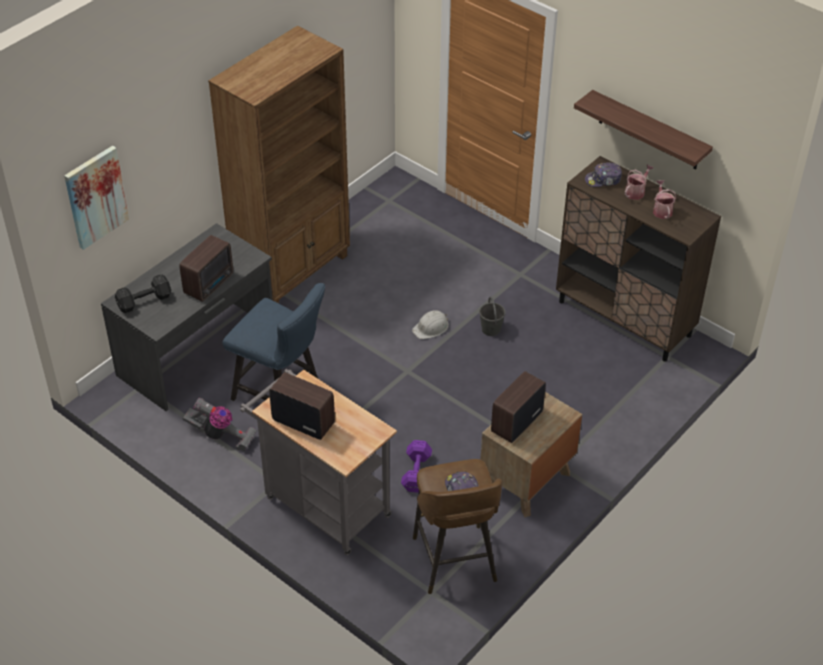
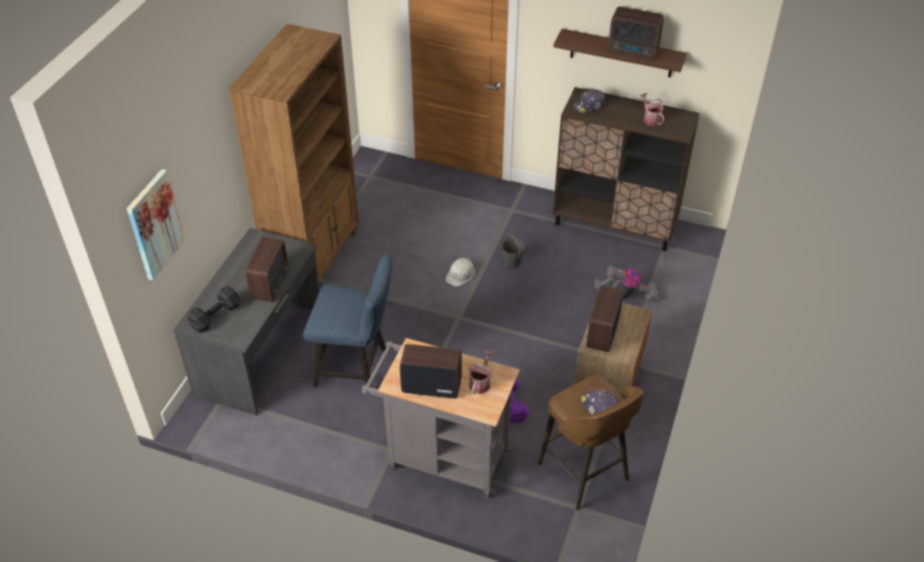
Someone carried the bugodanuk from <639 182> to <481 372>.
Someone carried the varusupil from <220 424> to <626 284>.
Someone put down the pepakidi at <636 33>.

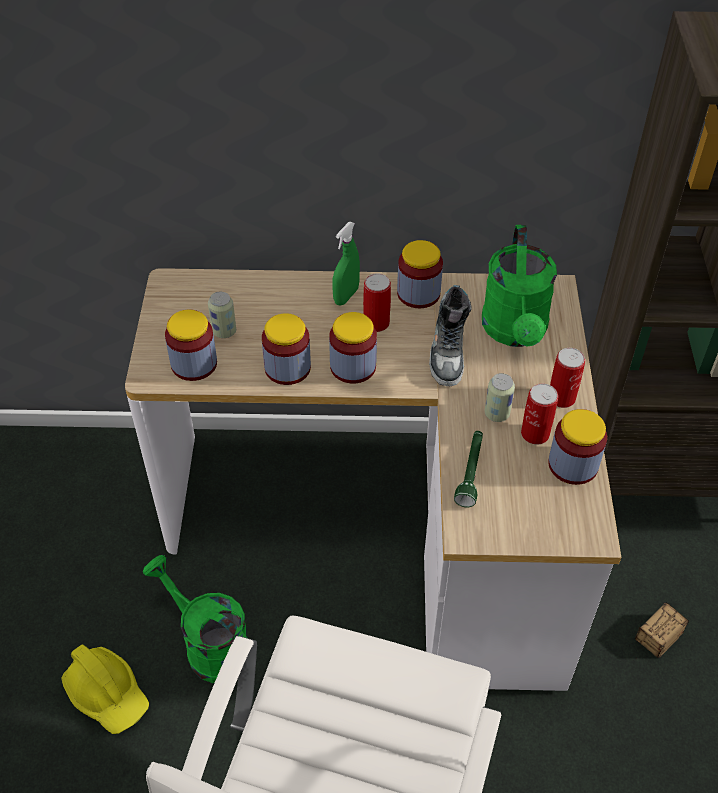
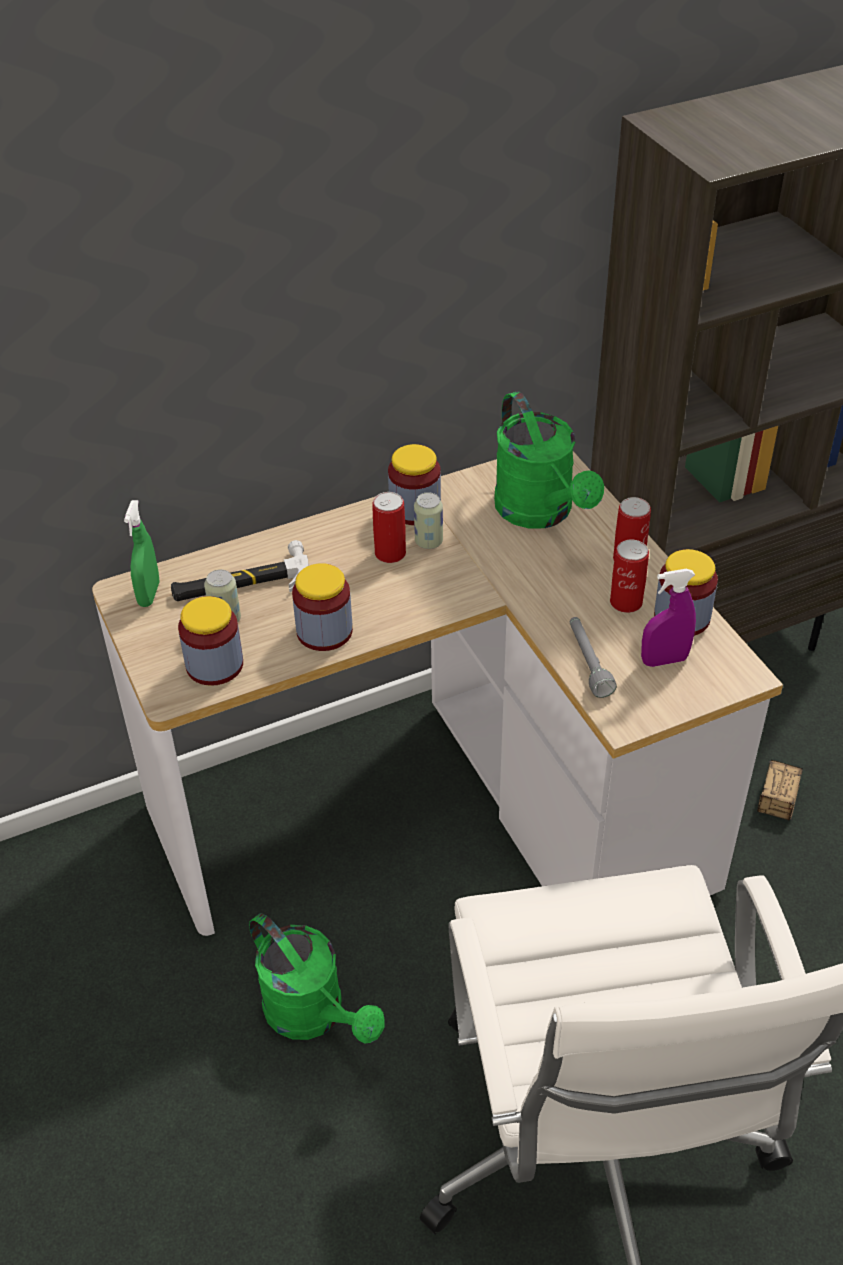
Someone carried the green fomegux from <346 264> to <141 553>.
Someone took away the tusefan at <450 335>.
Someone took away the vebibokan at <353 347>.
Someone carried the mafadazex from <500 397> to <428 520>.
Someone repainted the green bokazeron at <468 469>, which became the grey bokazeron at <593 657>.
Someone rotated the green bugodanuk at <195 619> by 150 degrees counterclockwise.
Someone took away the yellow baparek at <105 689>.
Someone put down the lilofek at <240 570>.
Someone put down the purple fomegux at <668 618>.

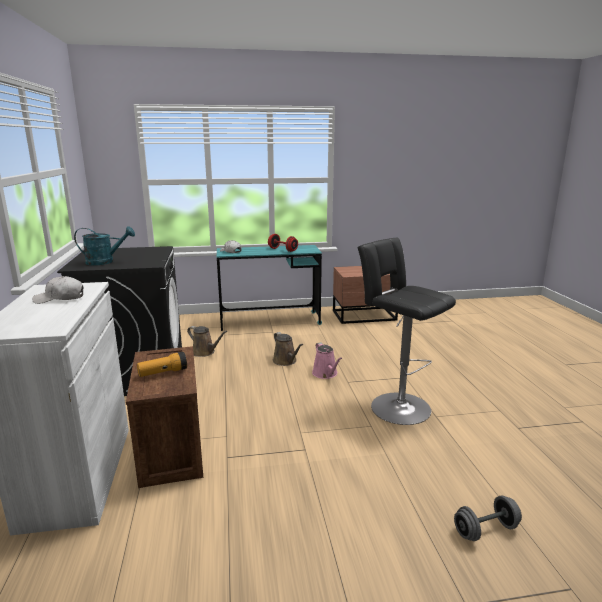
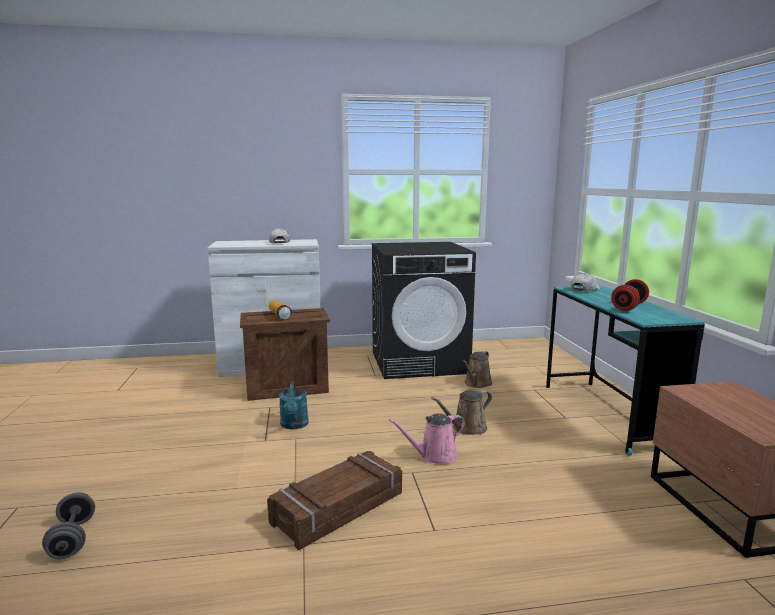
Someone carried the turquoise bugodanuk from <104 245> to <294 405>.
Someone swapped the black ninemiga at <406 331> for the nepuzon at <334 500>.

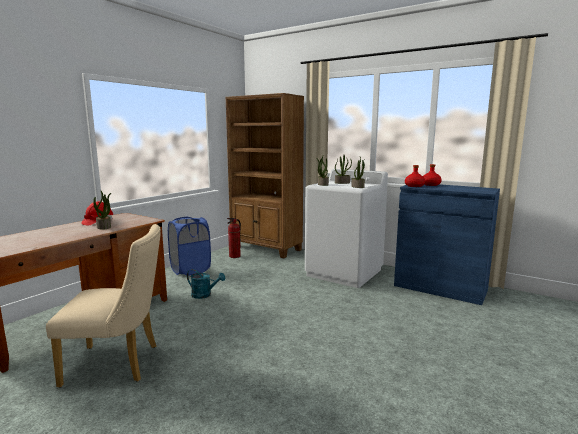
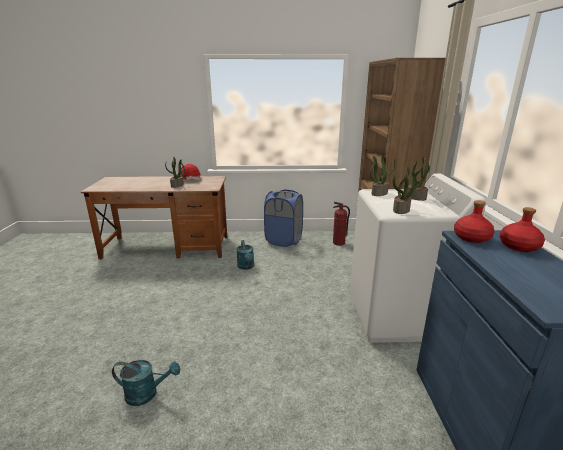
Someone took away the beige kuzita at <103 306>.
Someone put down the turquoise bugodanuk at <146 383>.

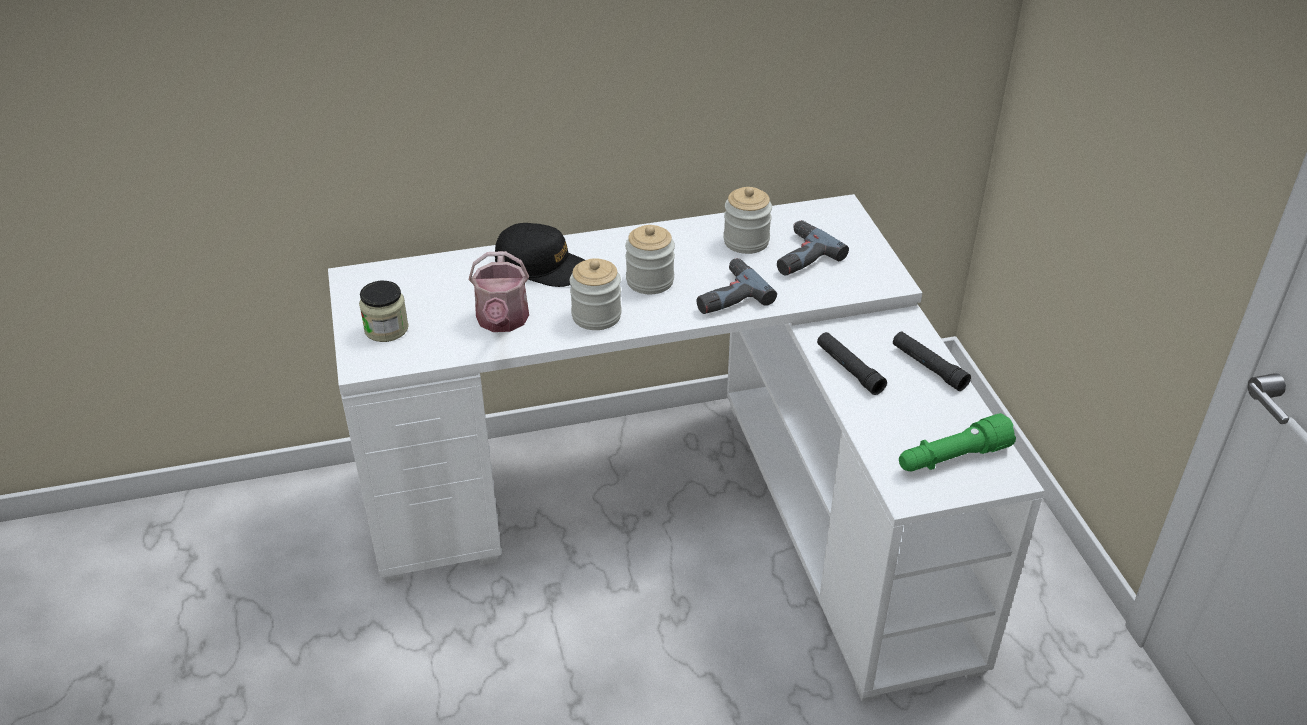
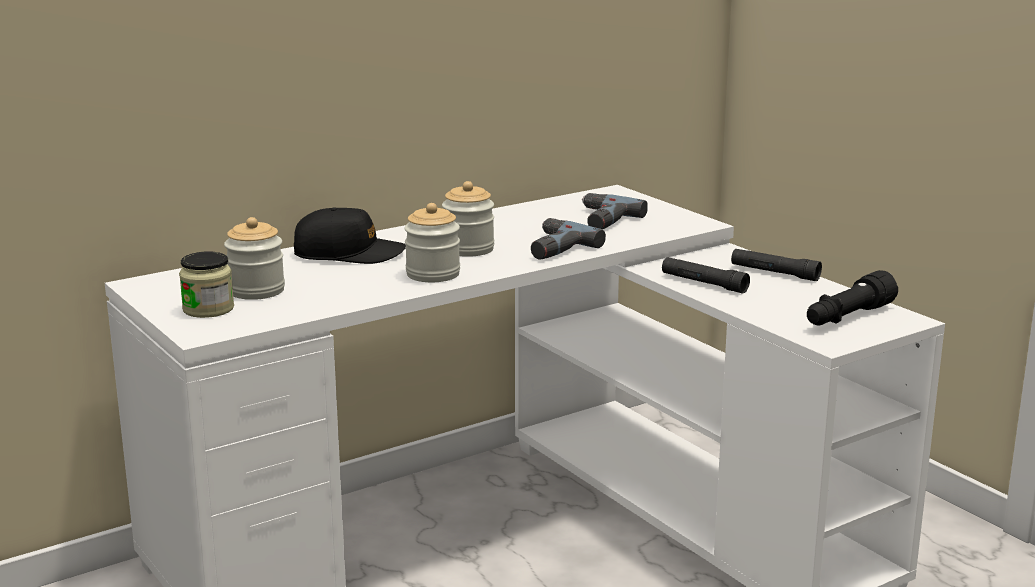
Someone carried the vebibokan from <747 220> to <254 258>.
Someone took away the bugodanuk at <499 291>.
Someone repainted the green bokazeron at <957 442>, which became the black bokazeron at <852 298>.

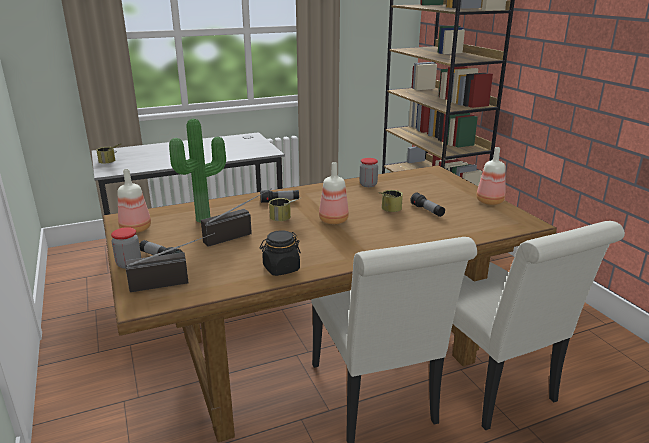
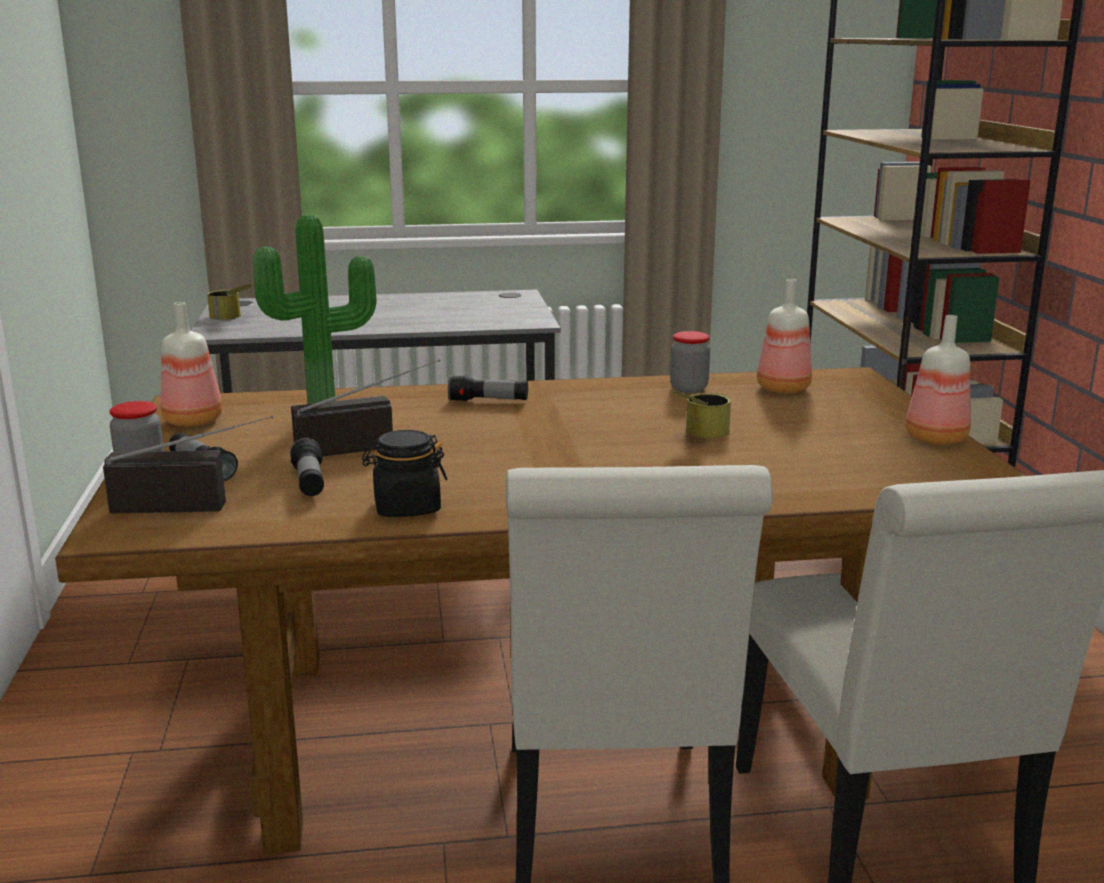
Someone carried the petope from <334 193> to <784 336>.
Someone carried the bokazeron from <427 205> to <307 467>.
Someone took away the mafadazex at <284 209>.

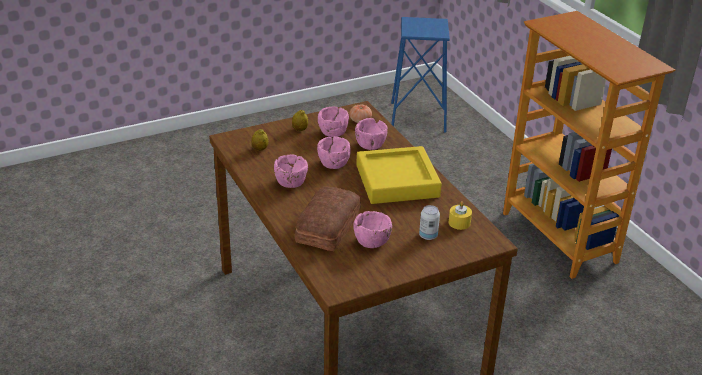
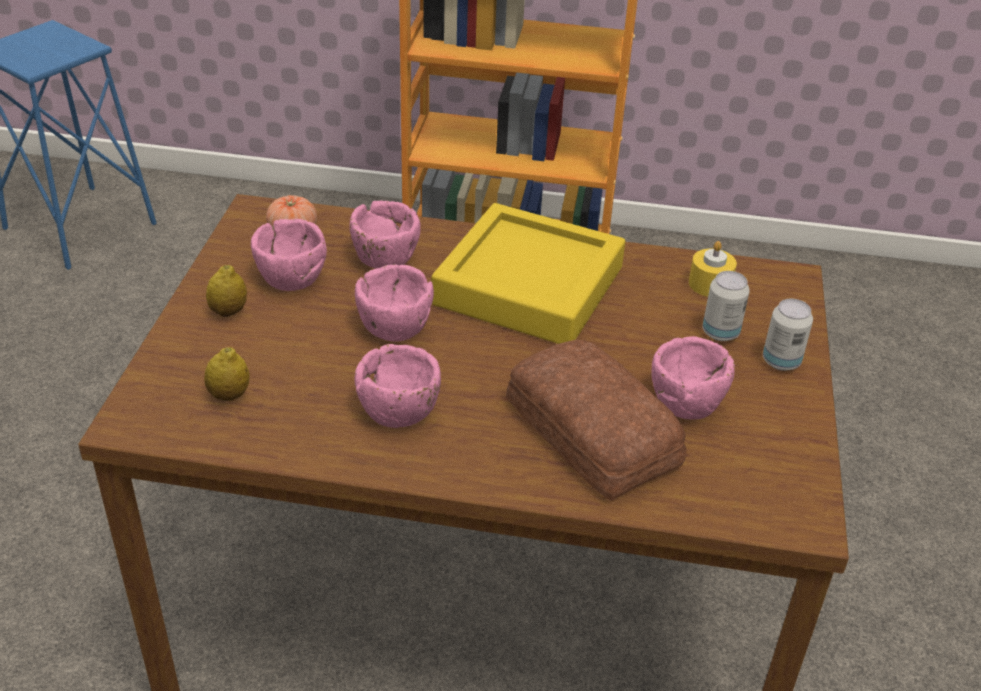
Someone put down the mafadazex at <788 335>.

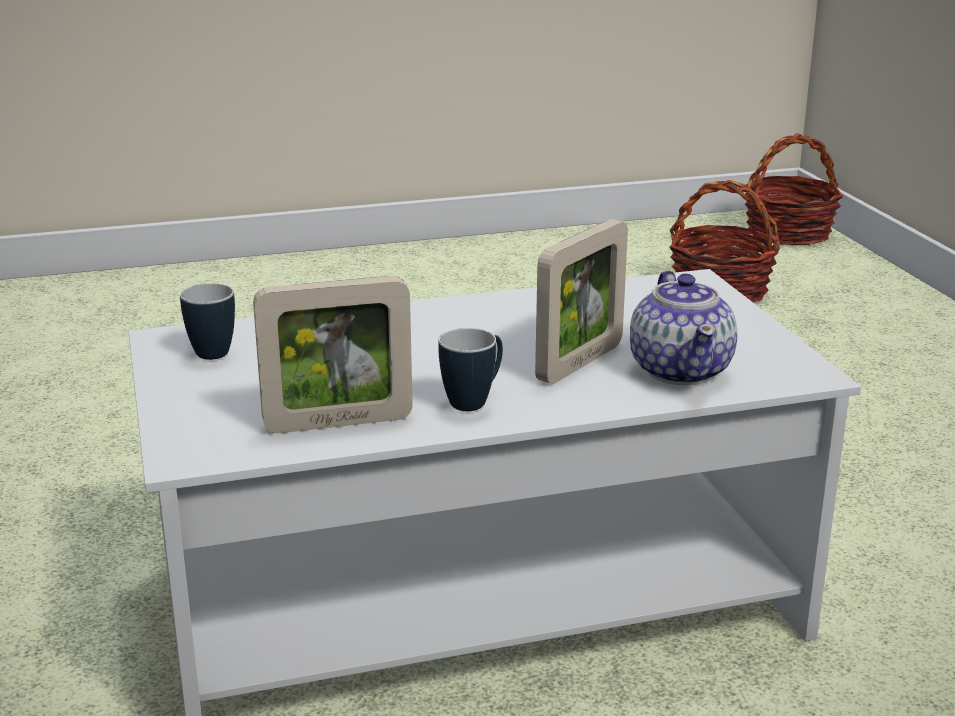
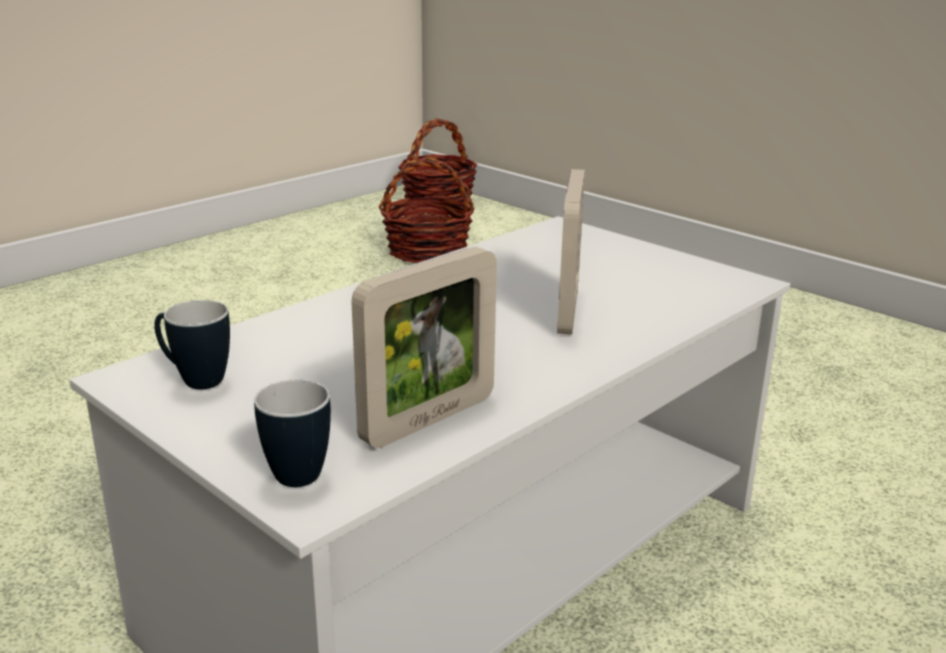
Someone took away the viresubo at <683 328>.
Someone carried the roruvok from <470 369> to <292 433>.

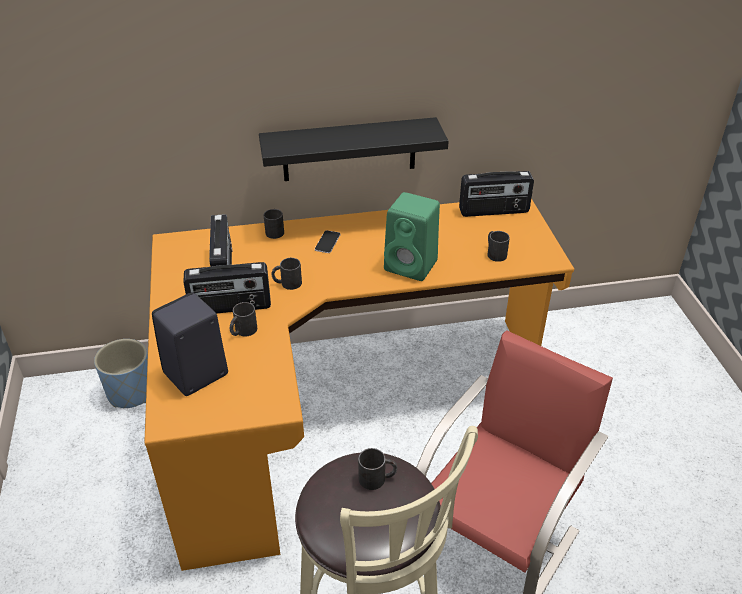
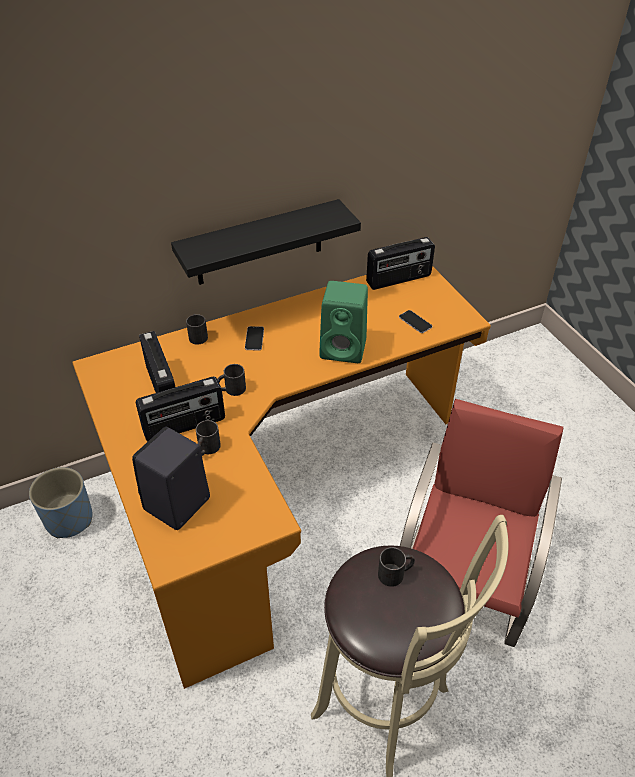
Someone swapped the black roruvok at <498 246> for the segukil at <415 321>.

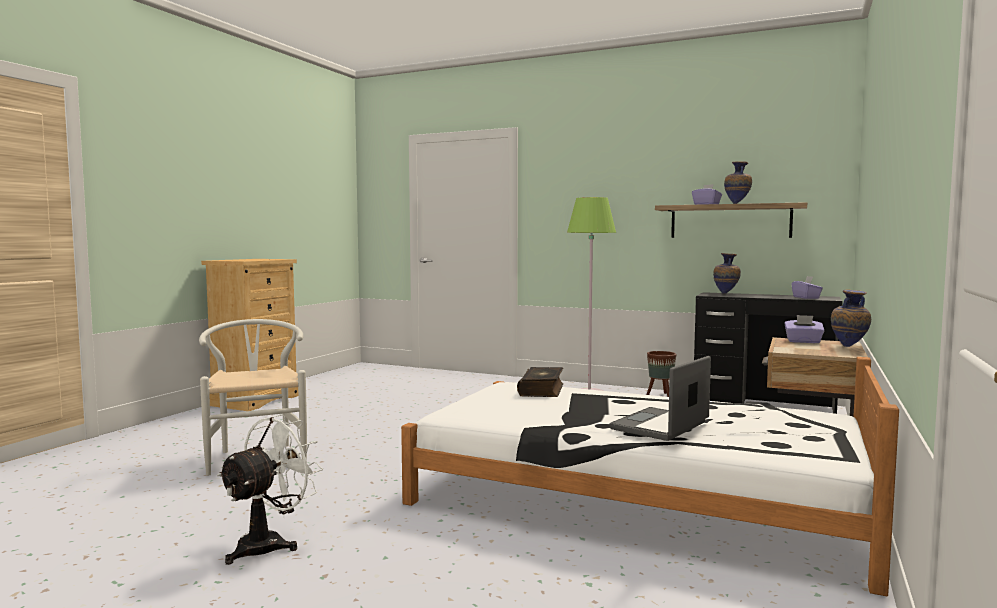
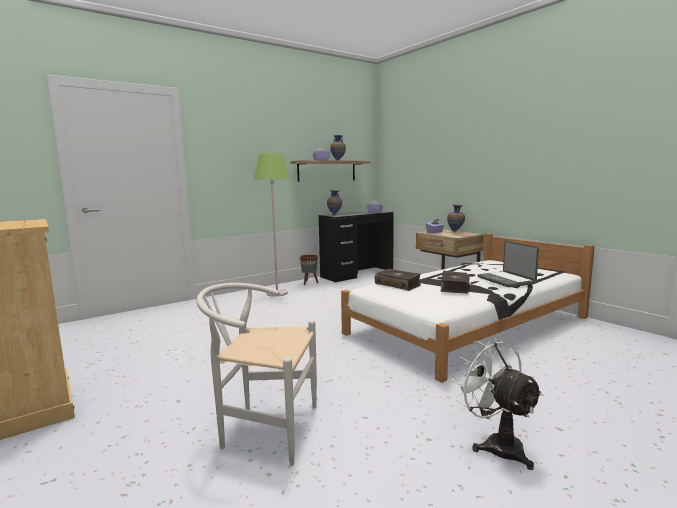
Someone put down the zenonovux at <455 282>.

